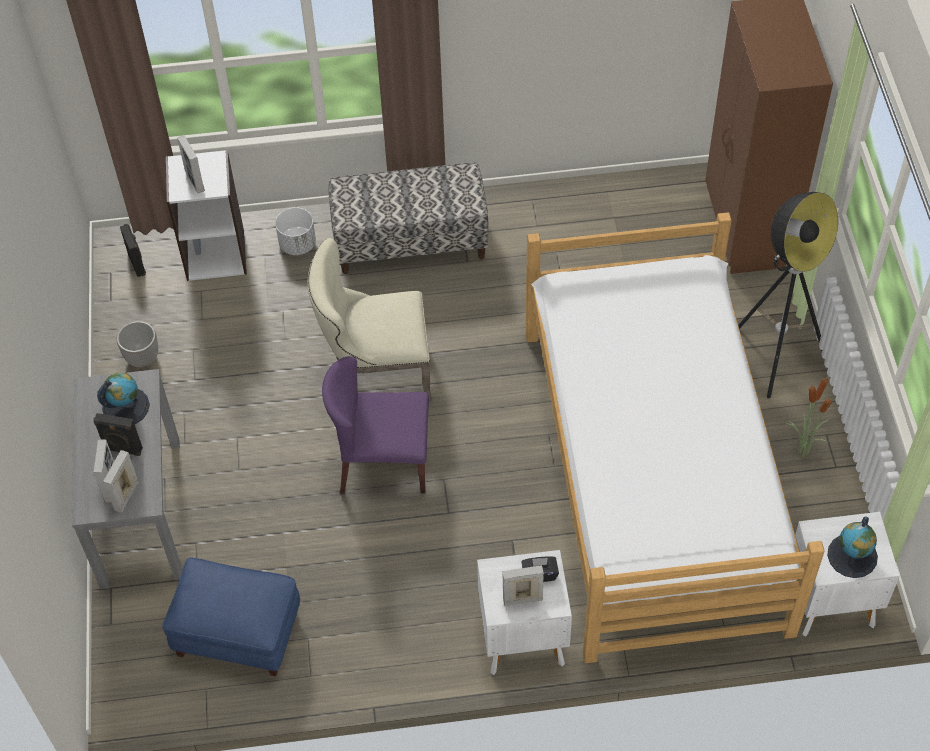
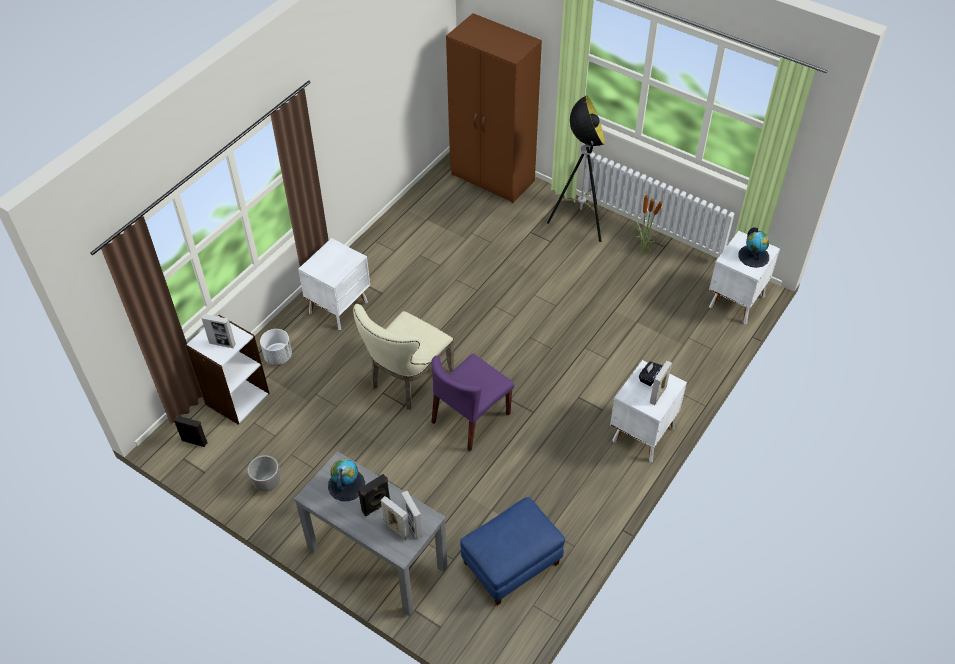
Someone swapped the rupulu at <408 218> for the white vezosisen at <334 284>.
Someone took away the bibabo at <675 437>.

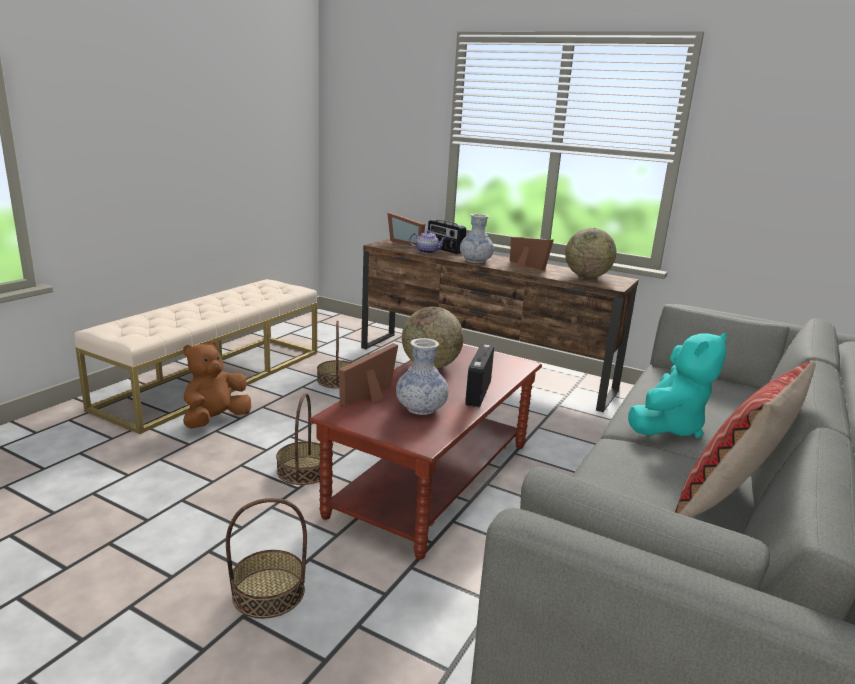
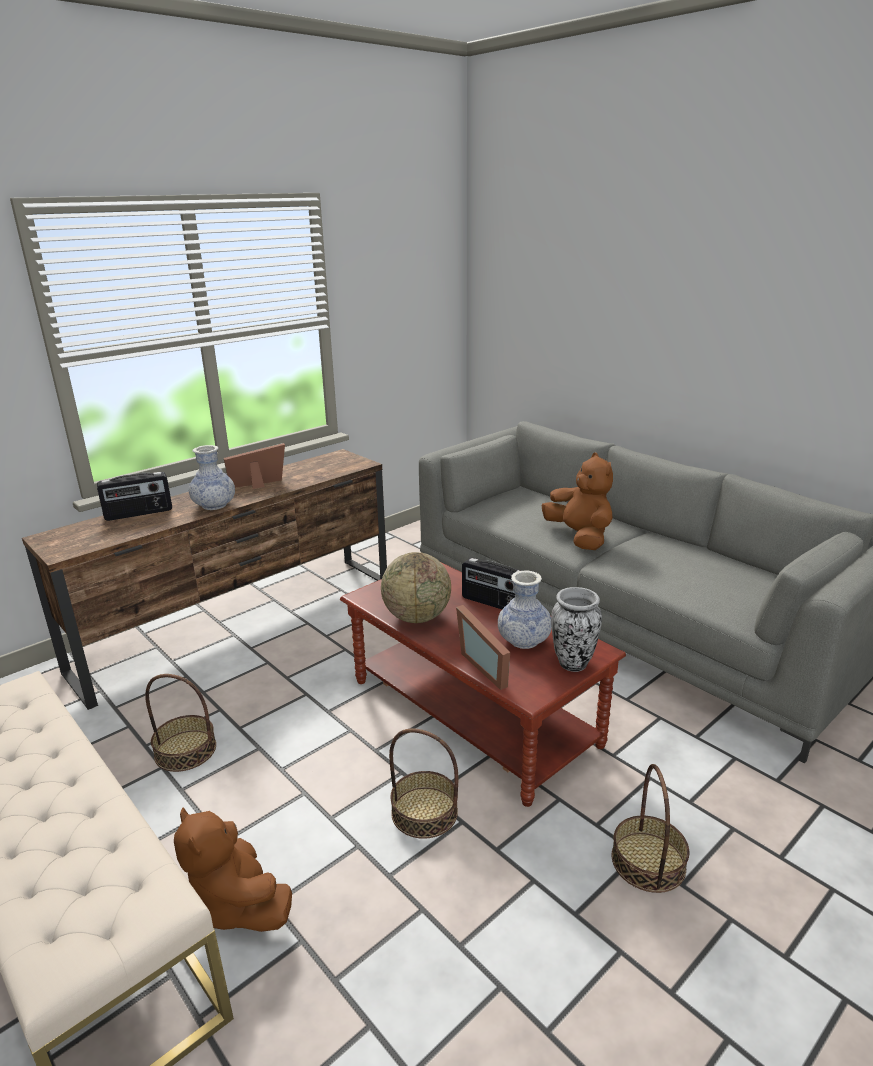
Someone took away the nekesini at <406 228>.
Someone took away the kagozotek at <590 253>.
Someone took away the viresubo at <428 242>.
Someone repainted the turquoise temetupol at <677 385>, which became the brown temetupol at <577 501>.
Someone took away the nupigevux at <745 439>.
Someone put down the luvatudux at <576 629>.

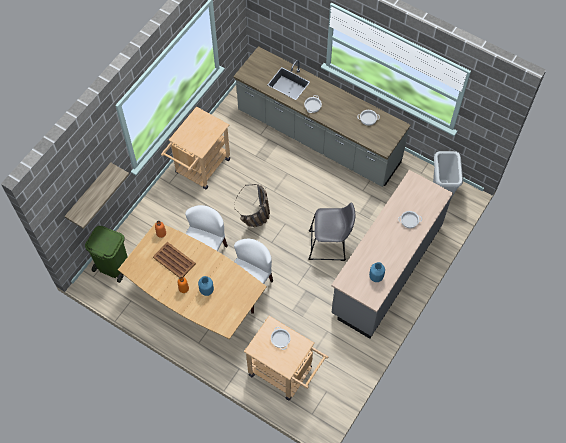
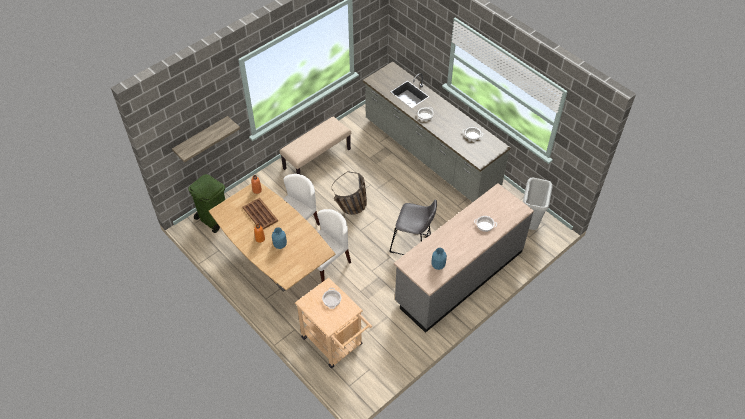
Someone swapped the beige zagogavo at <195 148> for the beige rupulu at <315 145>.

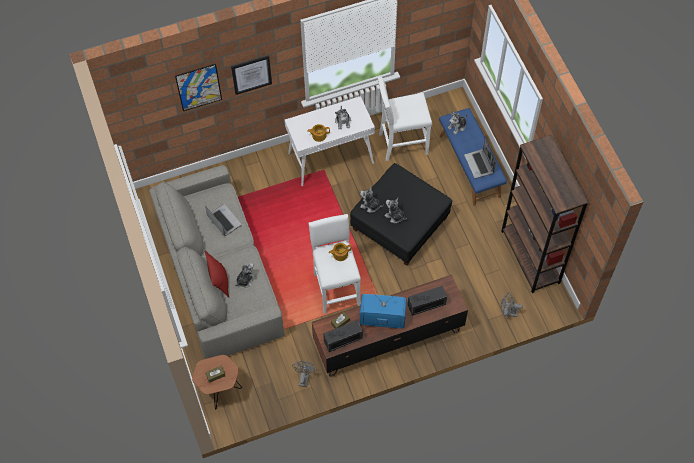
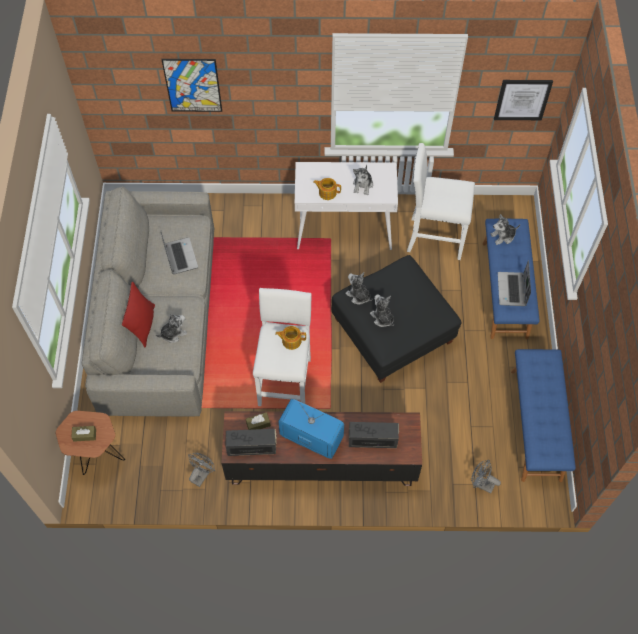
Someone carried the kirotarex from <251 75> to <523 100>.
Someone swapped the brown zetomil at <545 214> for the blue rupulu at <543 415>.

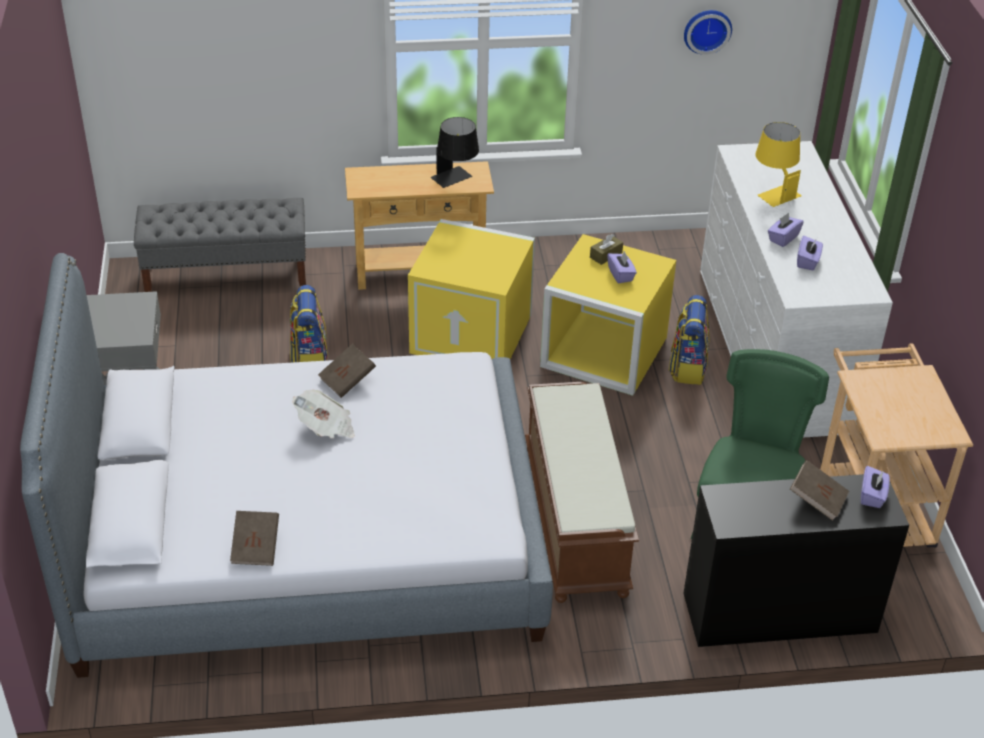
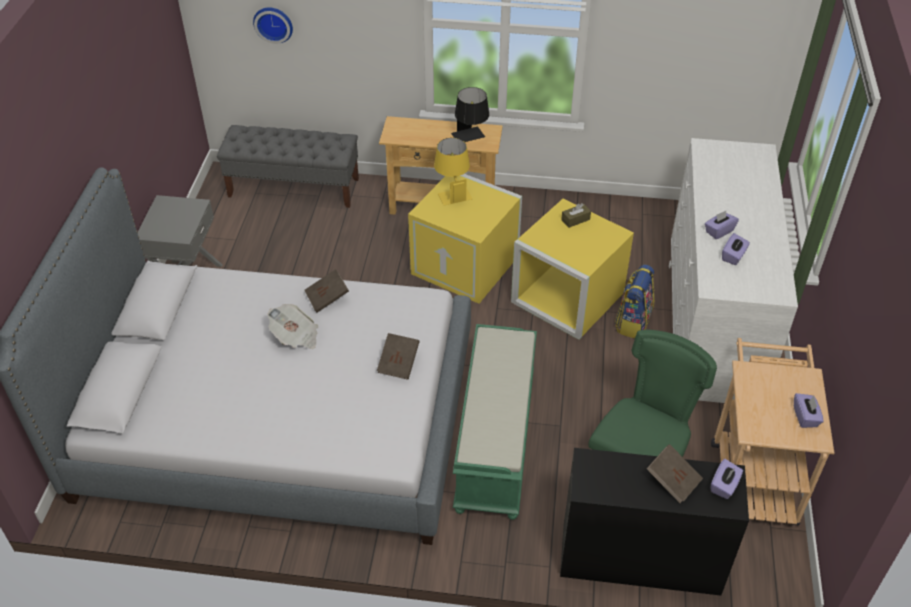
Someone carried the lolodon from <708 32> to <273 26>.
Someone carried the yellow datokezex from <778 164> to <453 171>.
Someone carried the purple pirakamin from <622 267> to <809 410>.
Someone took away the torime at <309 324>.
Someone repainted the brown rupulu at <582 492>, which became the green rupulu at <495 422>.
Someone carried the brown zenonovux from <254 538> to <398 356>.

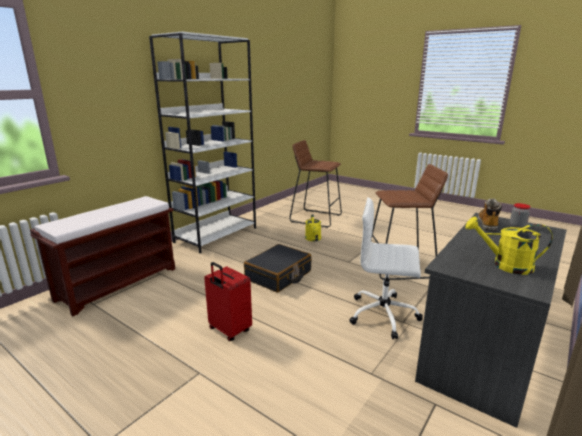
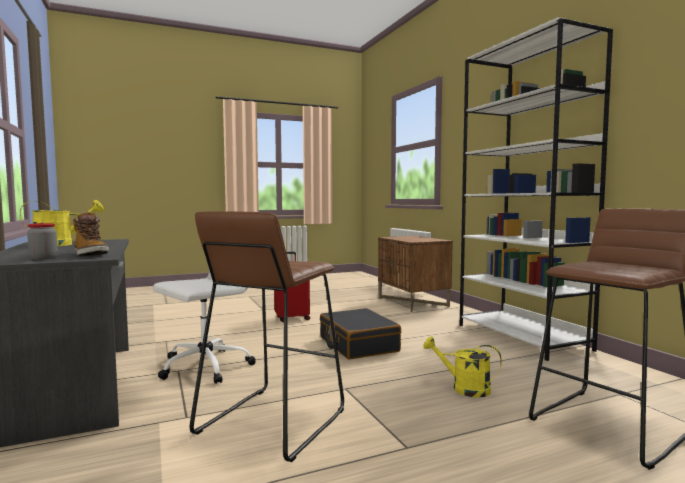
Someone swapped the brown rupulu at <102 256> for the brown vezosisen at <415 274>.

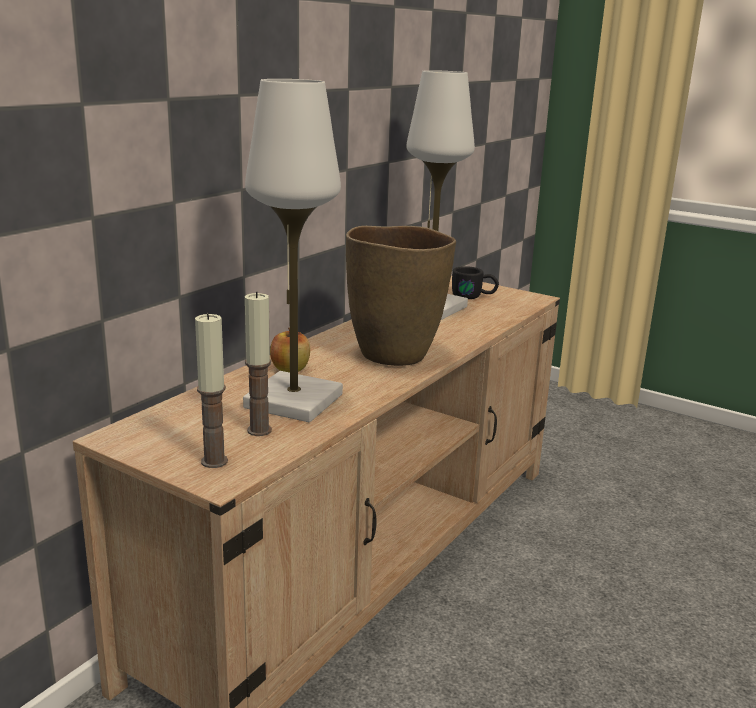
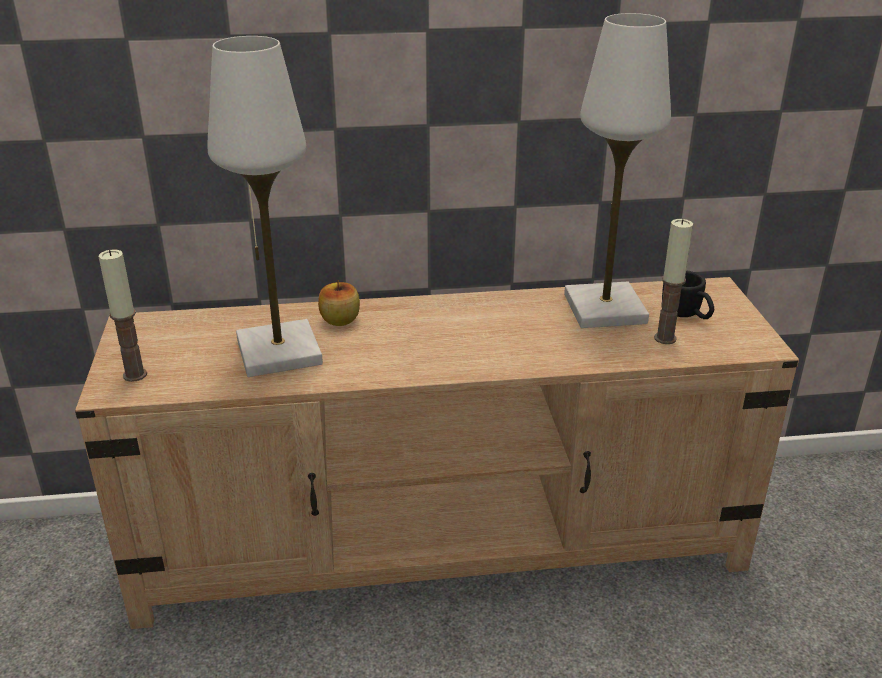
Someone took away the brown luvatudux at <401 296>.
Someone carried the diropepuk from <258 364> to <673 281>.

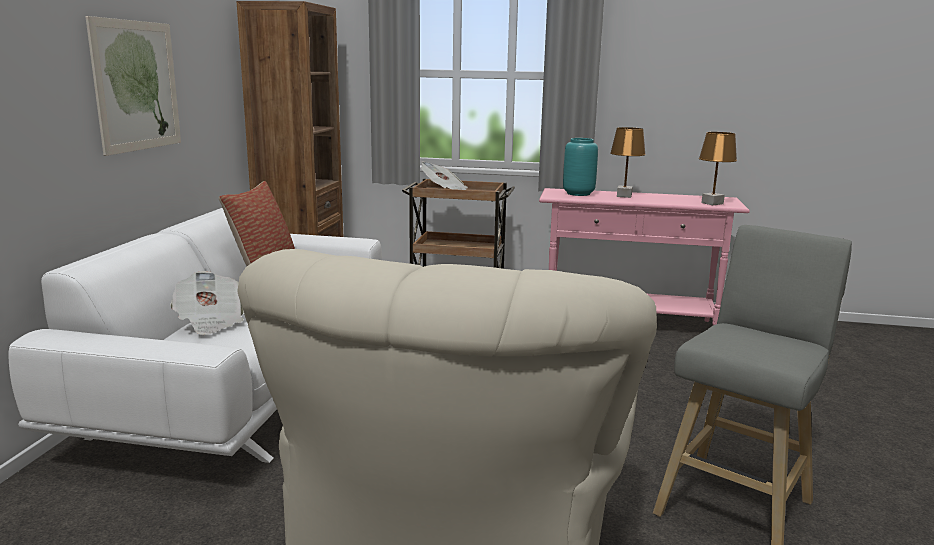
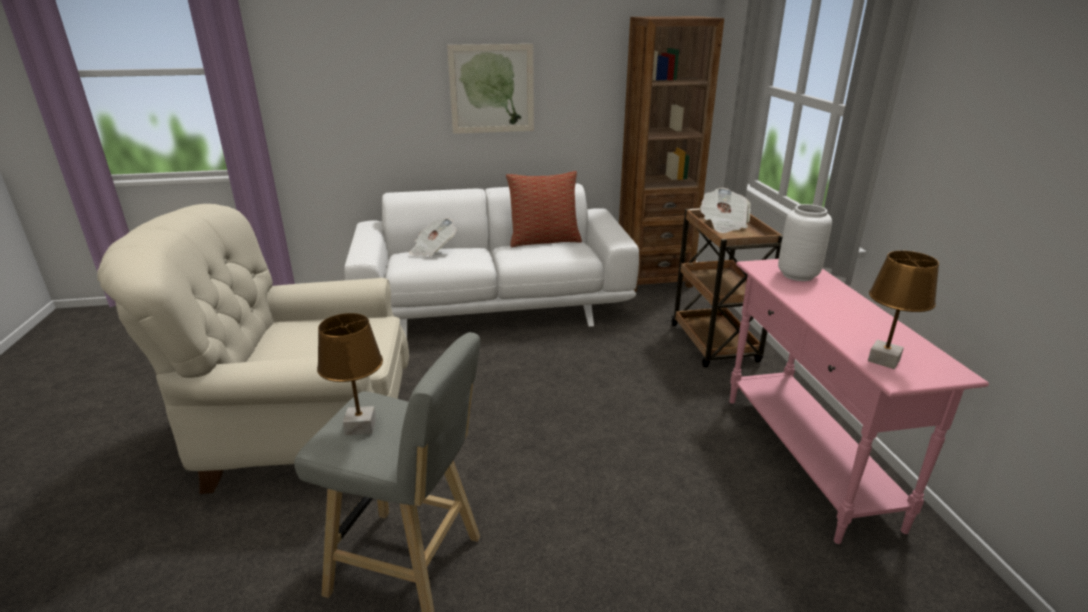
Someone carried the brown datokezex from <628 162> to <350 374>.
Someone repainted the turquoise luvatudux at <580 167>, which became the white luvatudux at <805 242>.

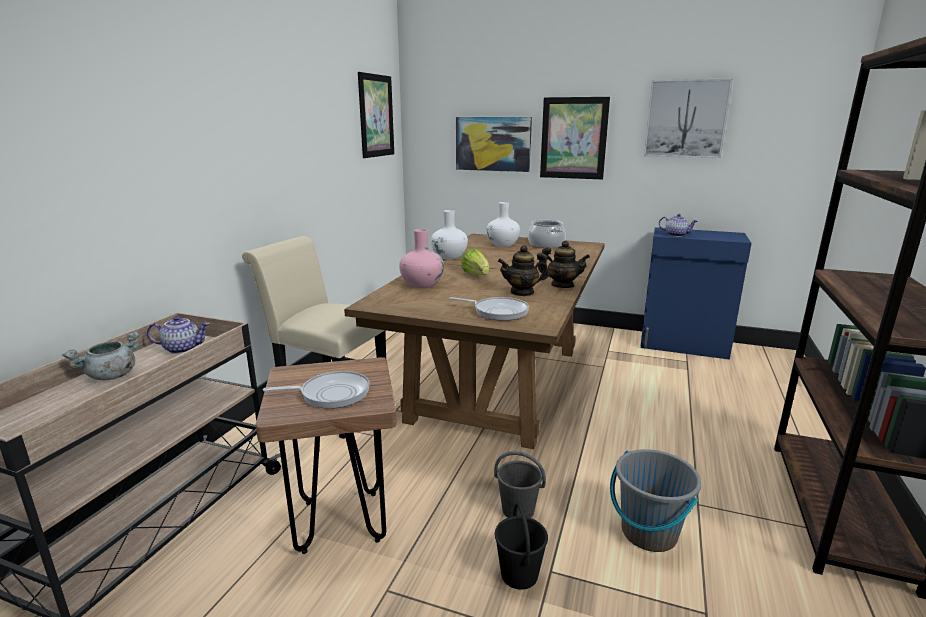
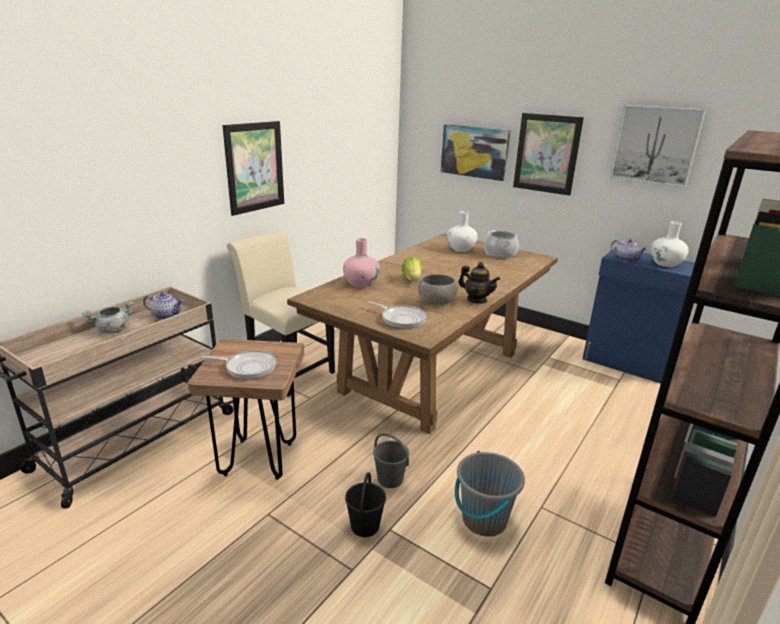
Someone carried the kirotarex from <376 115> to <253 168>.
Someone carried the white luvatudux from <449 234> to <669 244>.
Someone swapped the viresubo at <523 270> for the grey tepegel at <438 289>.

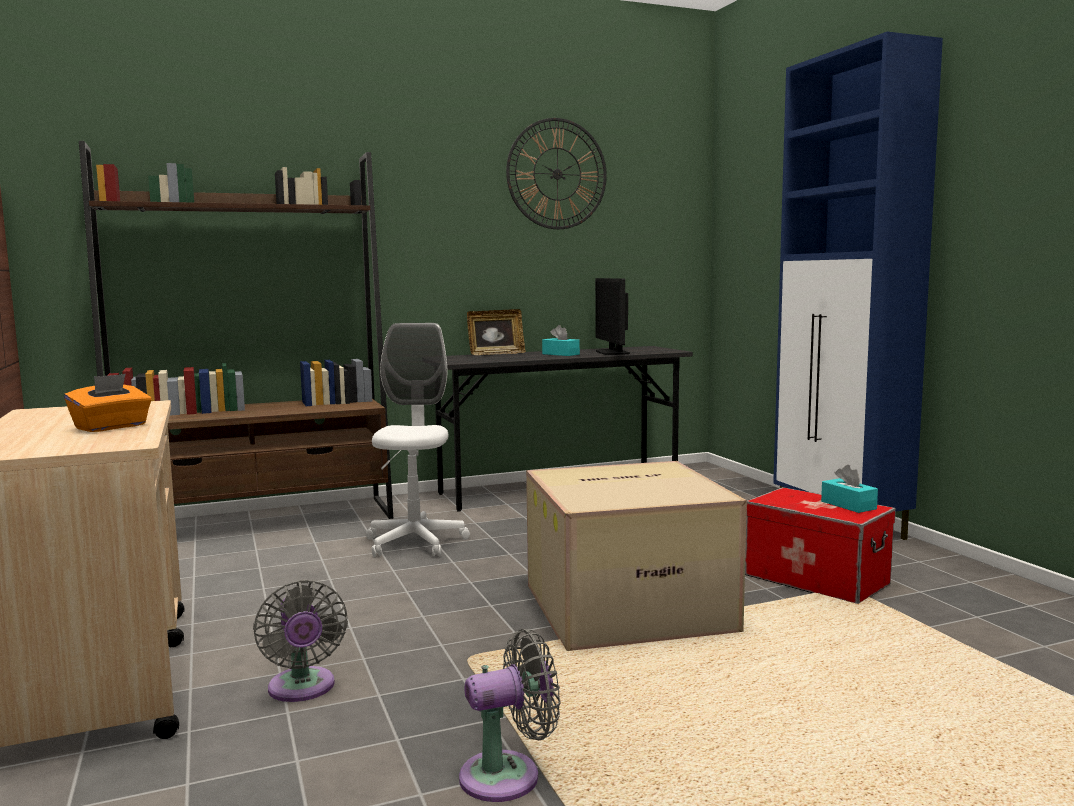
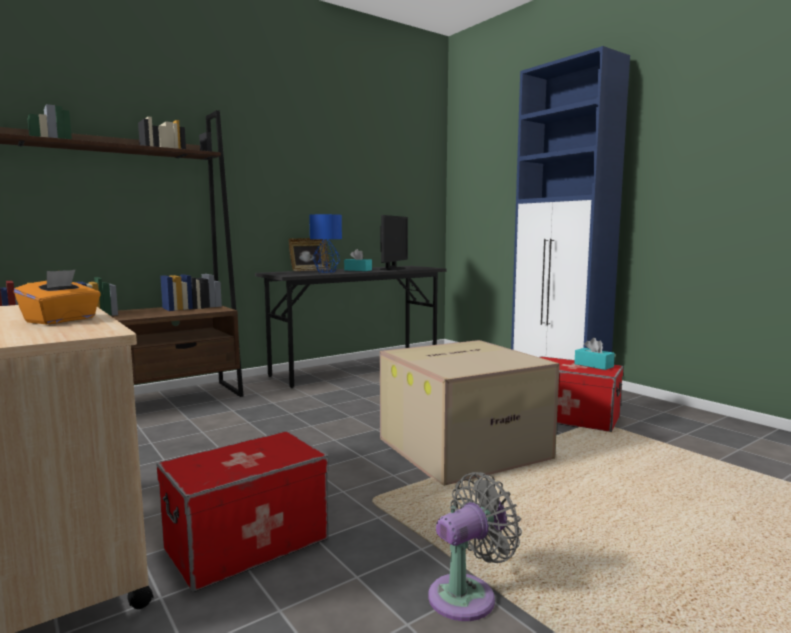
Someone took away the lolodon at <556 173>.
Someone rotated the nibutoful at <612 316> by 135 degrees counterclockwise.
Someone took away the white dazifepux at <418 440>.
Someone swapped the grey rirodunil at <300 640> for the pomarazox at <242 511>.
Someone put down the blue datokezex at <325 243>.

